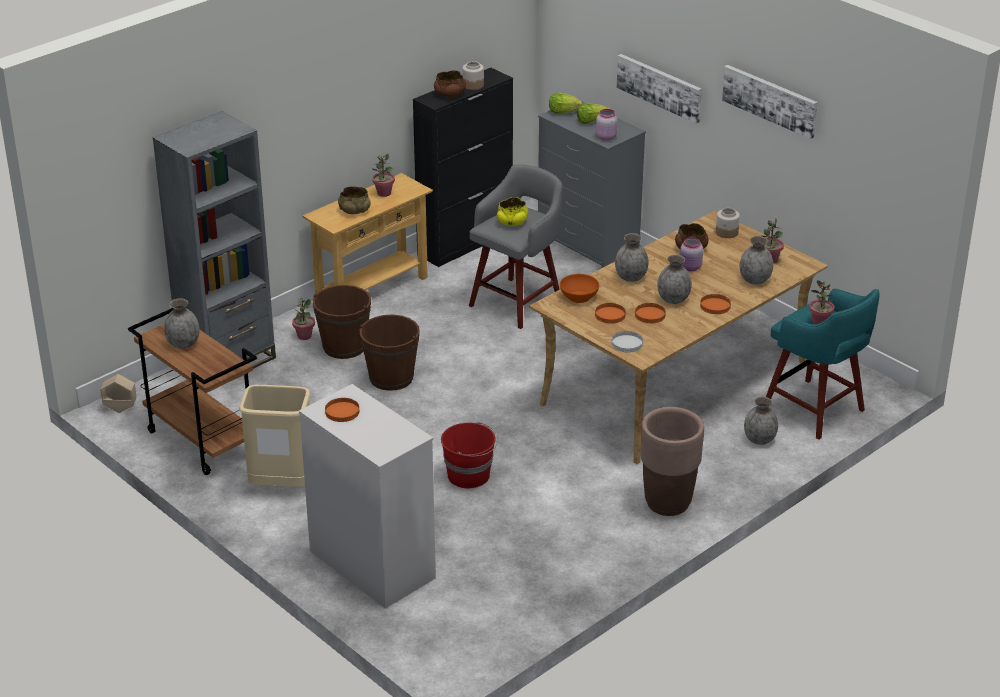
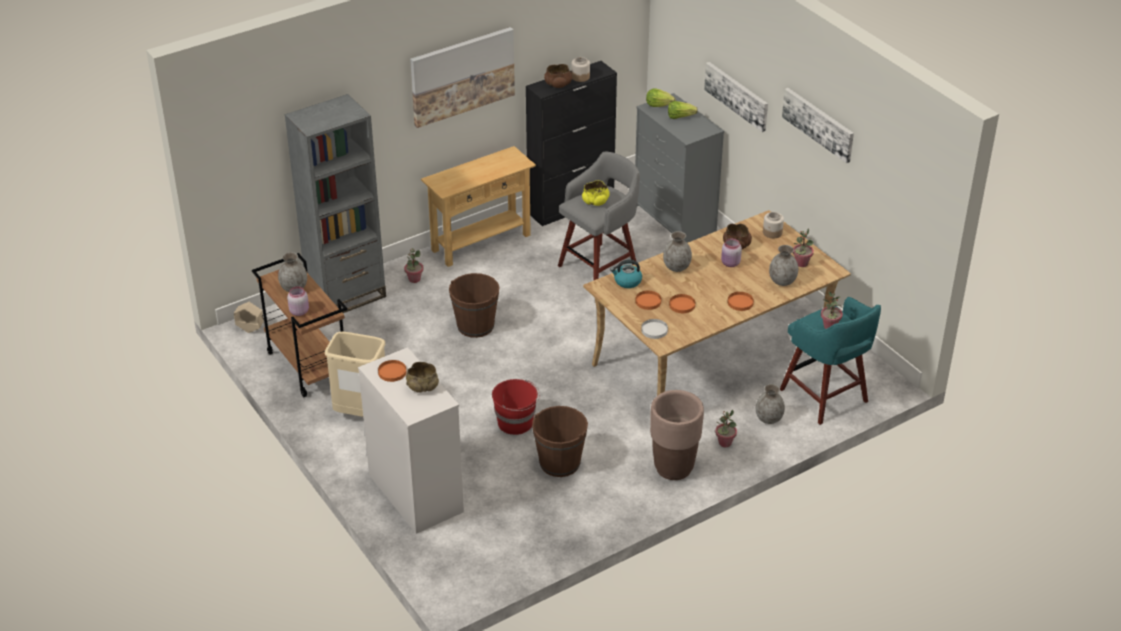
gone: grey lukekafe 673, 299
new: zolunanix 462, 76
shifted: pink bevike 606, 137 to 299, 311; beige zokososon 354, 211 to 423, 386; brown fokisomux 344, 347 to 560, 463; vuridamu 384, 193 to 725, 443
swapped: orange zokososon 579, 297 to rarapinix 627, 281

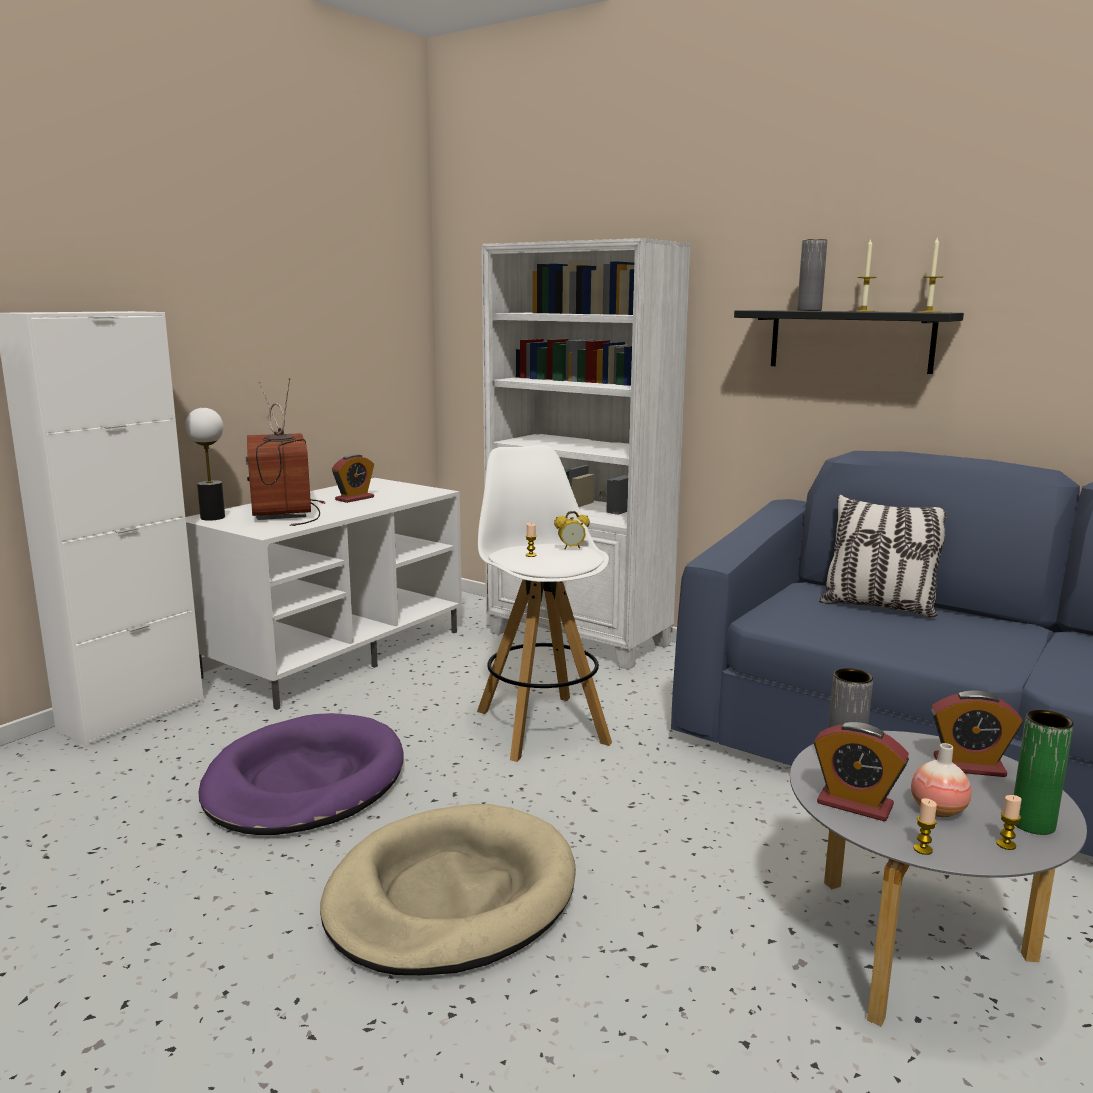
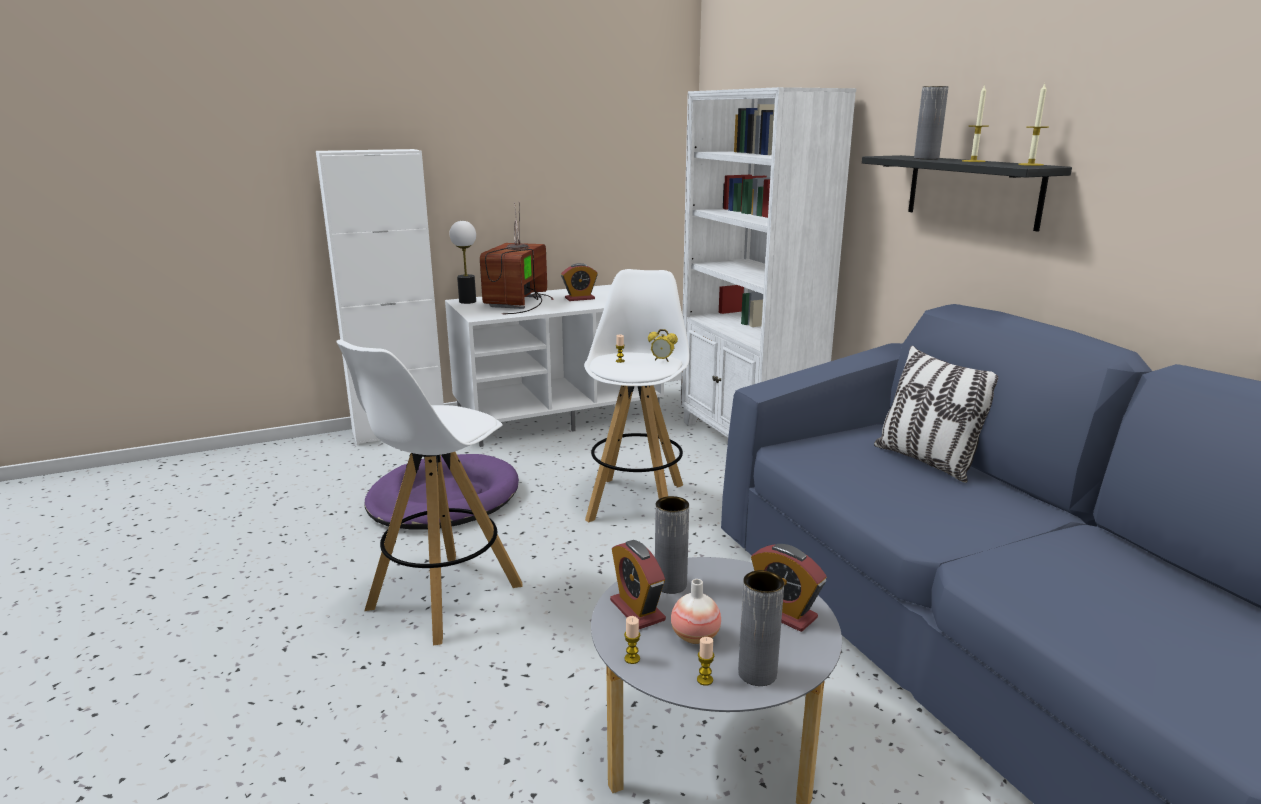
swapped: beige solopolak 450, 896 to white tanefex 443, 597
repainted: green lukekafe 1032, 824 to grey lukekafe 757, 673

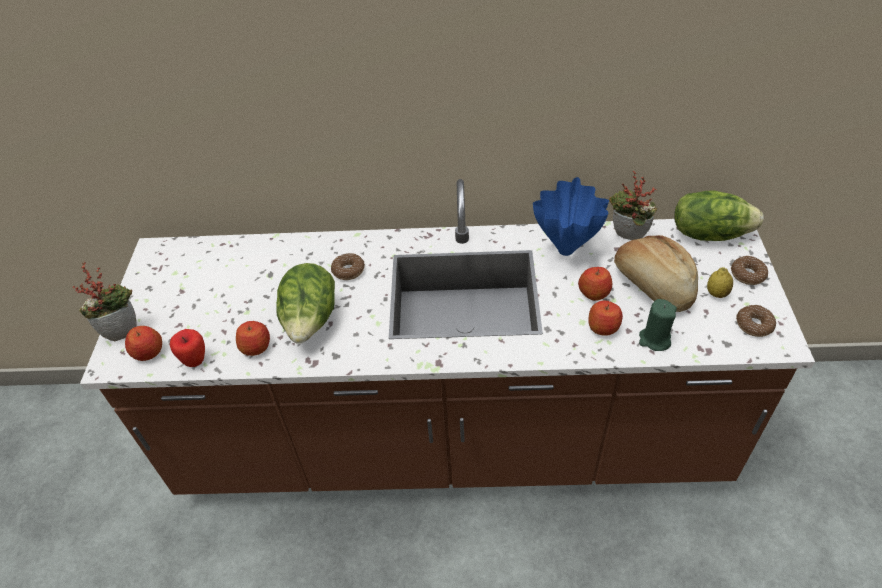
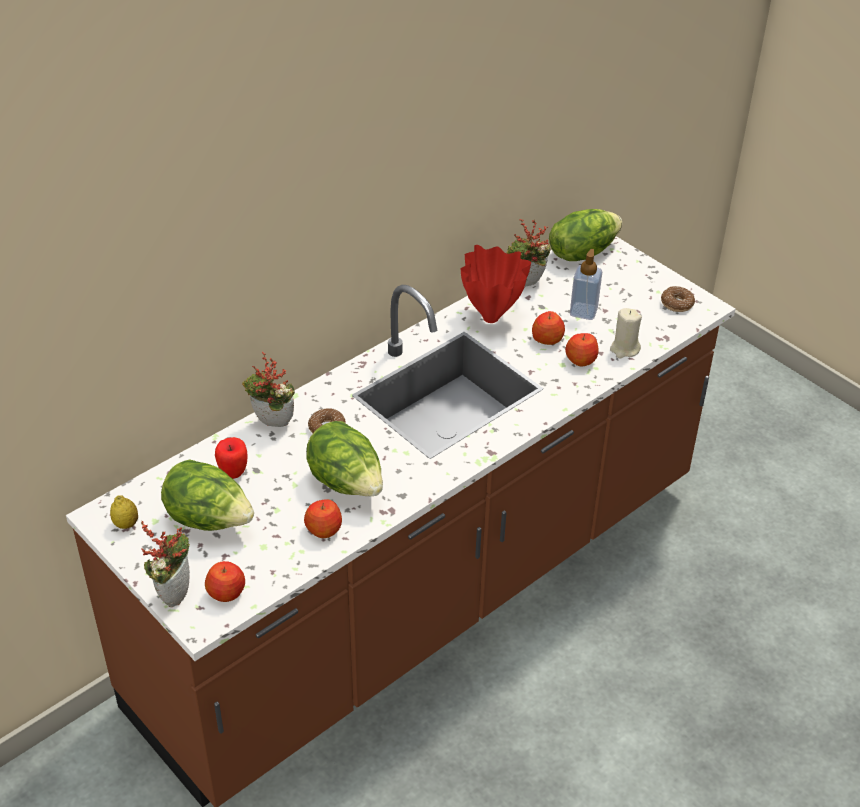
gone: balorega 747, 274
new: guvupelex 209, 520; vuridamu 271, 425
shifted: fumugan 716, 293 to 126, 524; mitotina 195, 360 to 233, 472
swapped: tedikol 653, 285 to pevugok 583, 311
repainted: blue lukekafe 565, 251 to red lukekafe 491, 319; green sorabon 654, 339 to beige sorabon 624, 349

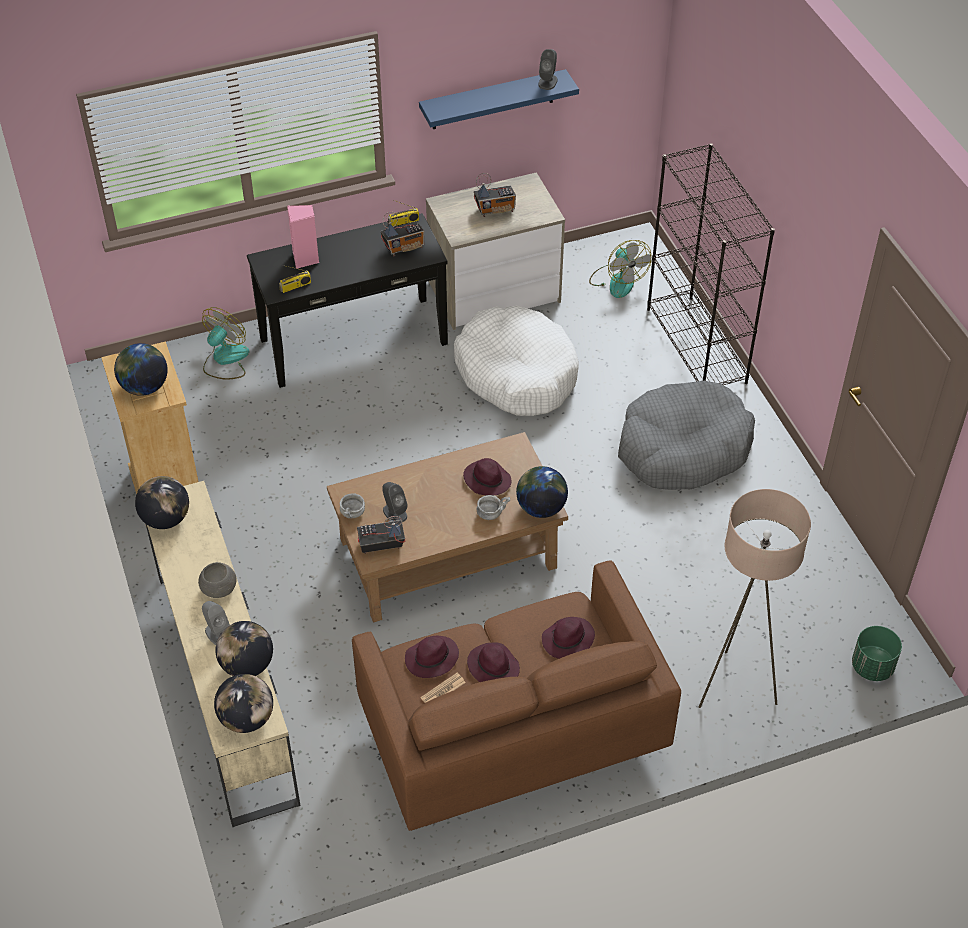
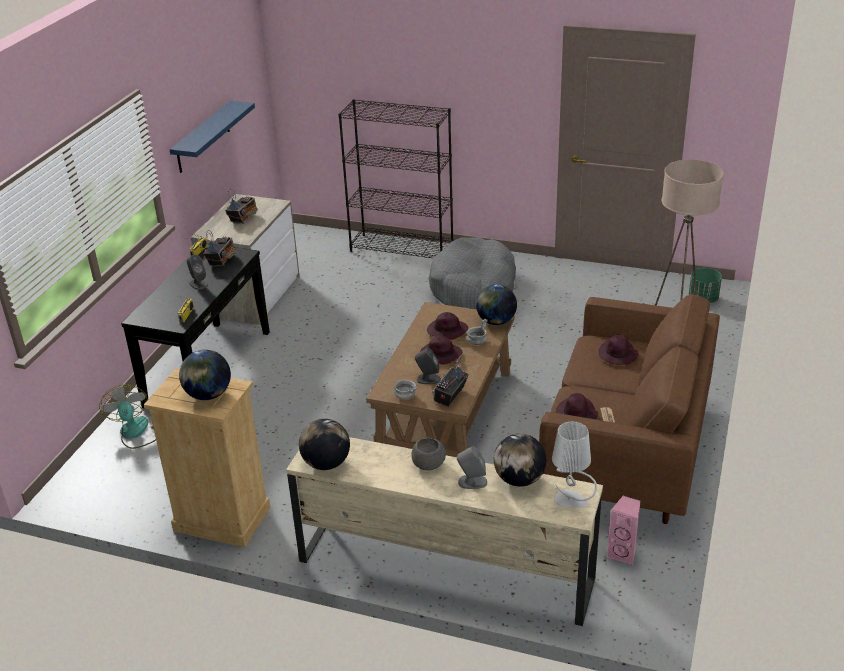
gone: white solopolak 516, 373; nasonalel 617, 280
shifted: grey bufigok 548, 82 to 198, 284; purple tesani 492, 666 to 440, 355; pink bufigok 305, 259 to 623, 553
swapped: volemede 247, 719 to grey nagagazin 571, 500

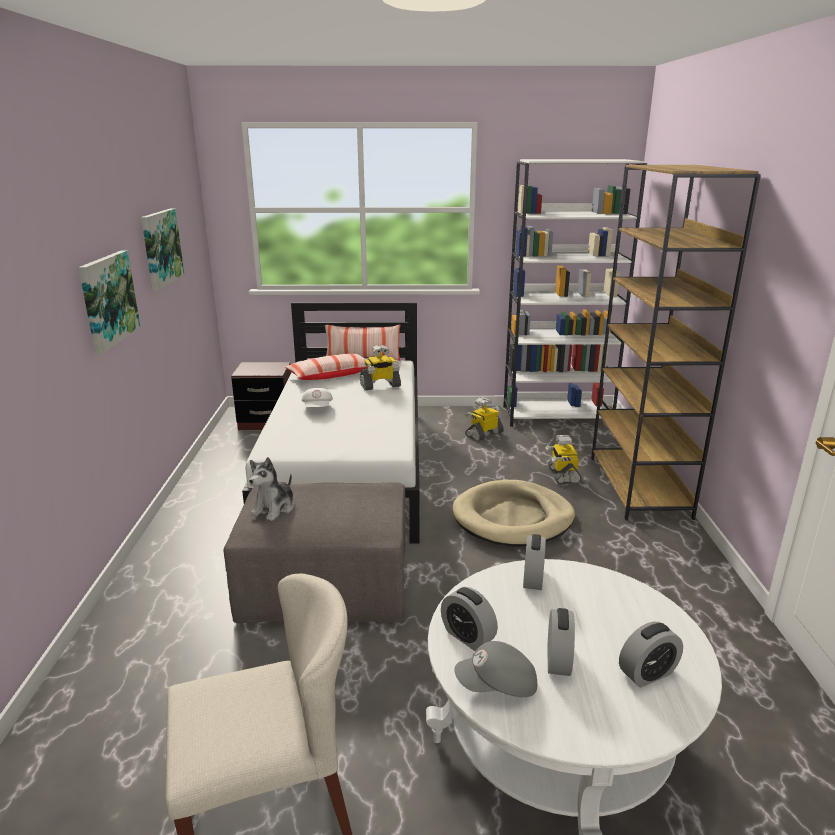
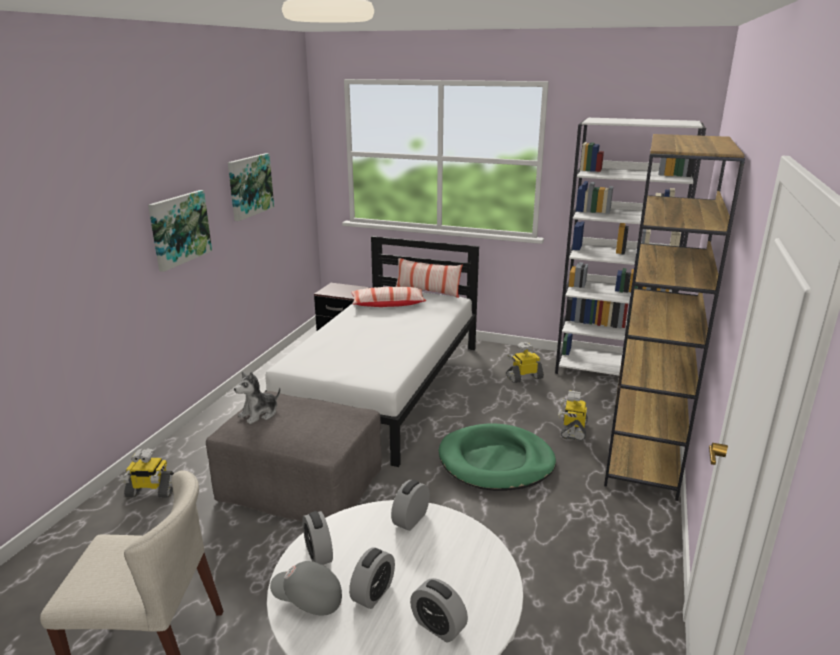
gone: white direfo 318, 408
shifted: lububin 380, 386 to 151, 491
repainted: beige solopolak 513, 518 to green solopolak 496, 461
rotated: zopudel 647, 673 = 438, 626 45 degrees clockwise

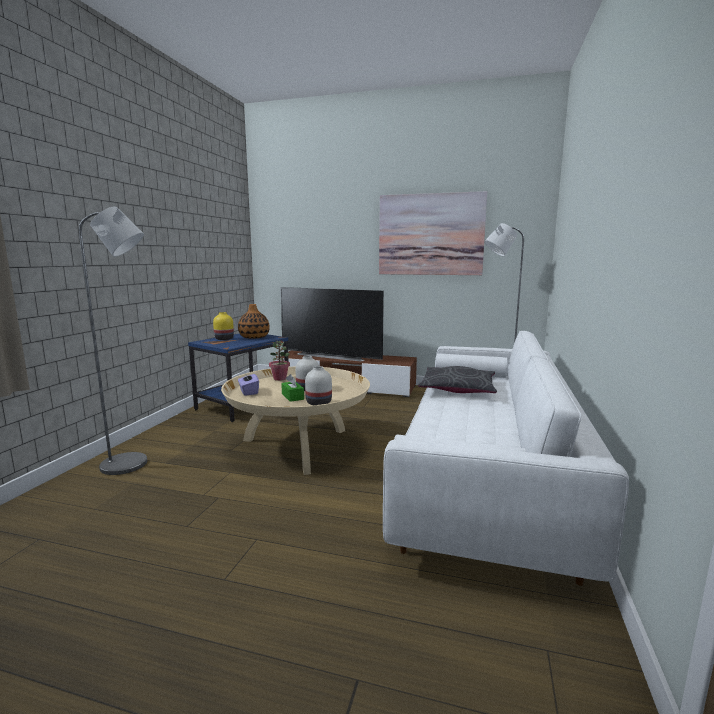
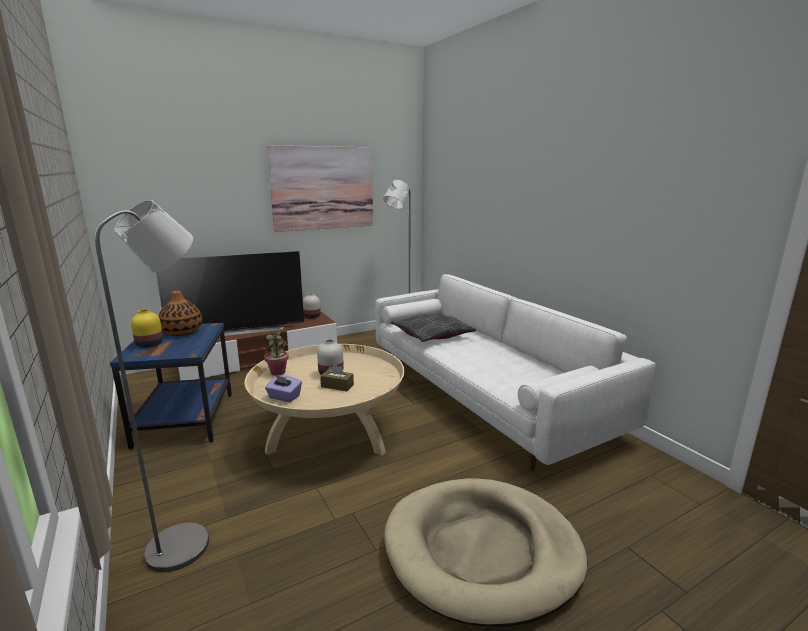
new: beige solopolak 482, 551
shifted: white lukekafe 318, 403 to 311, 316
repainted: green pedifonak 292, 396 to brown pedifonak 337, 386

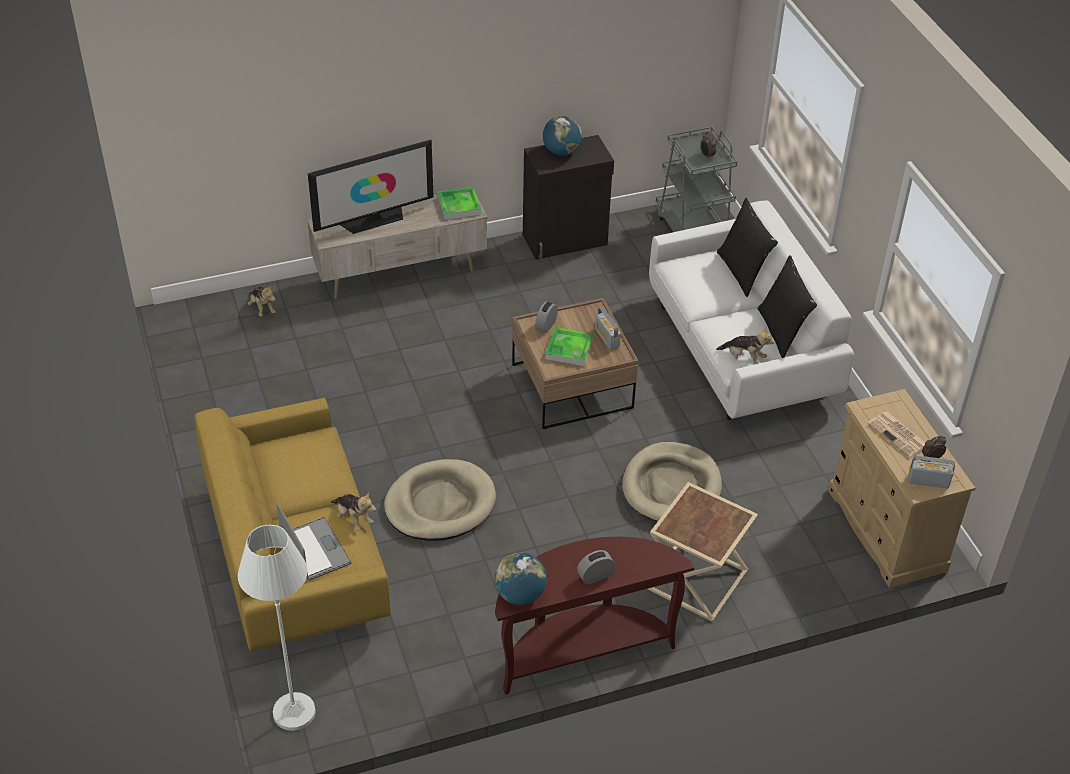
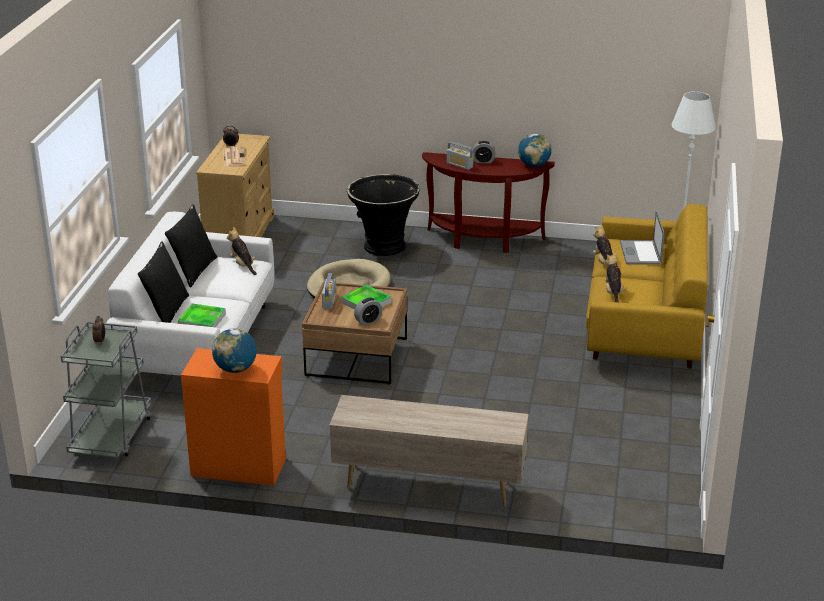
gone: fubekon 374, 220; beige solopolak 440, 504
shifted: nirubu 459, 206 to 202, 320; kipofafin 928, 481 to 459, 165; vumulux 262, 308 to 613, 293
swapped: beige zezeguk 696, 581 to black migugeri 384, 246
repainted: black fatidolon 566, 240 to orange fatidolon 238, 466

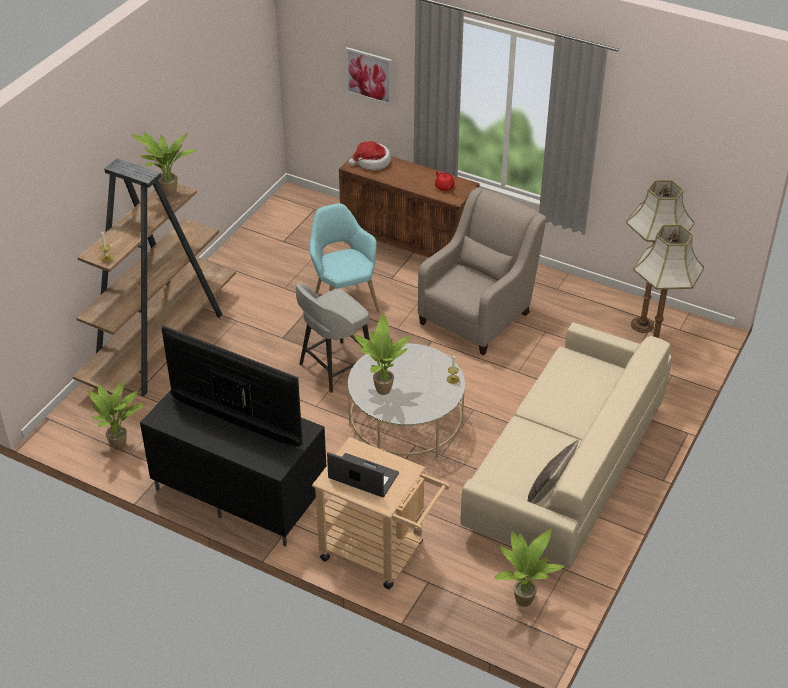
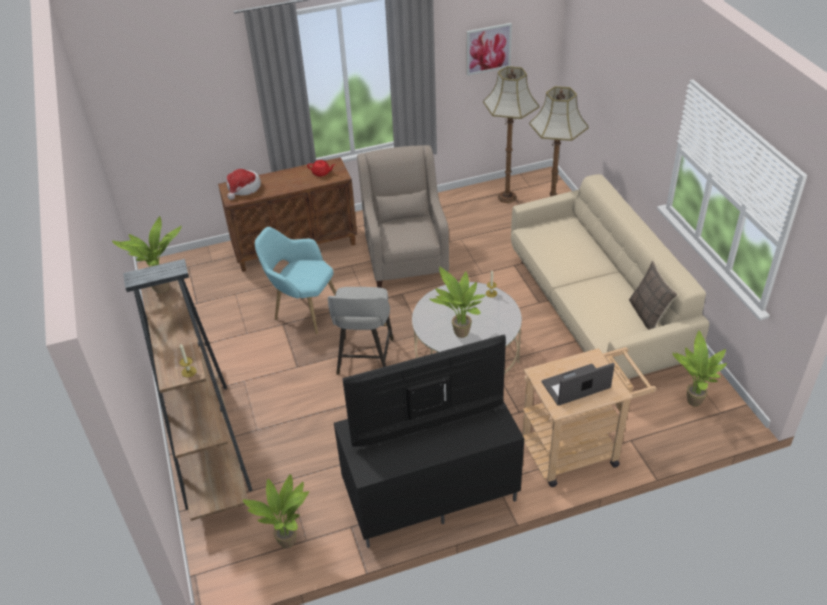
shifted: zolunanix 369, 75 to 488, 48

